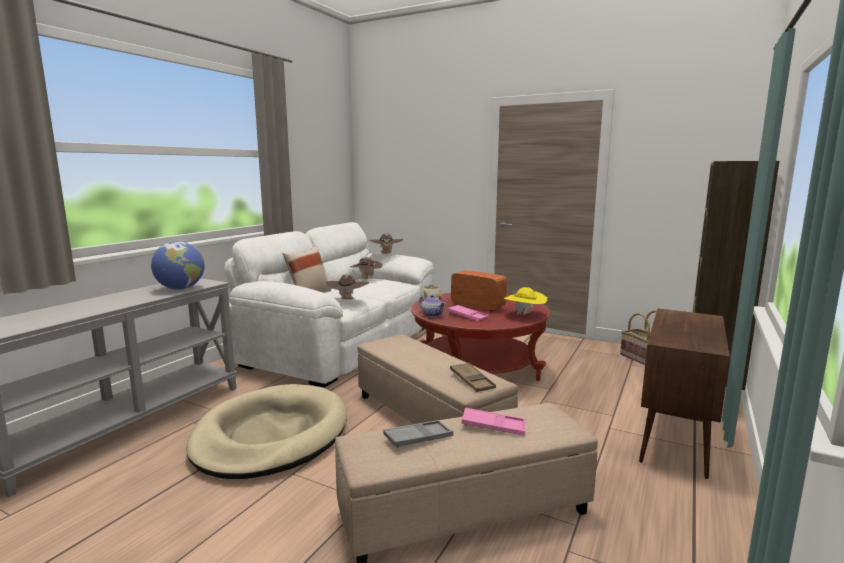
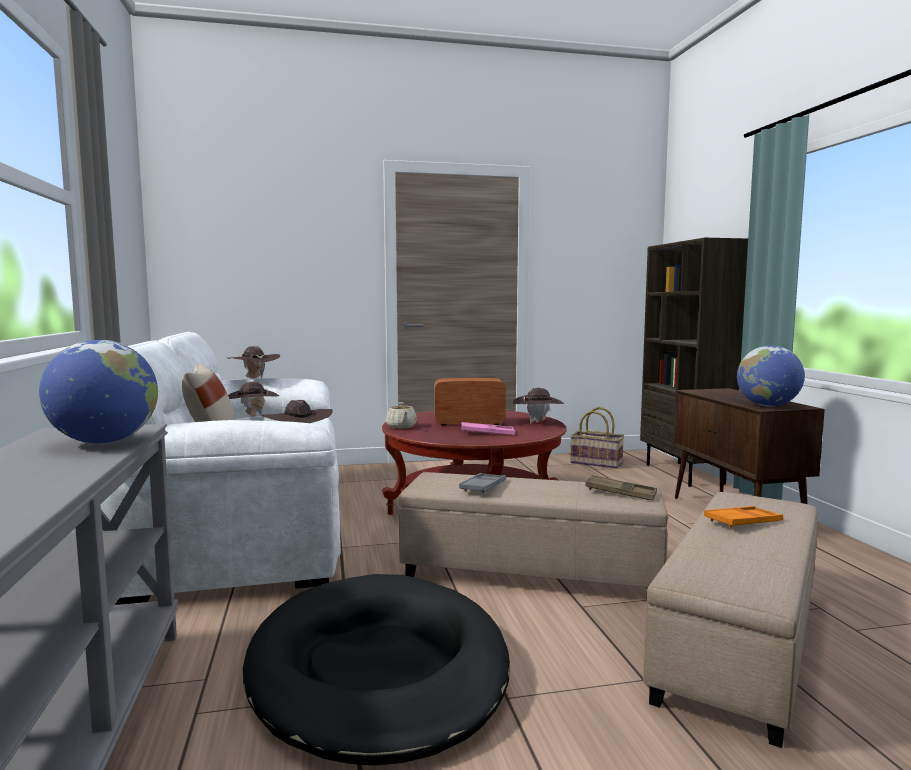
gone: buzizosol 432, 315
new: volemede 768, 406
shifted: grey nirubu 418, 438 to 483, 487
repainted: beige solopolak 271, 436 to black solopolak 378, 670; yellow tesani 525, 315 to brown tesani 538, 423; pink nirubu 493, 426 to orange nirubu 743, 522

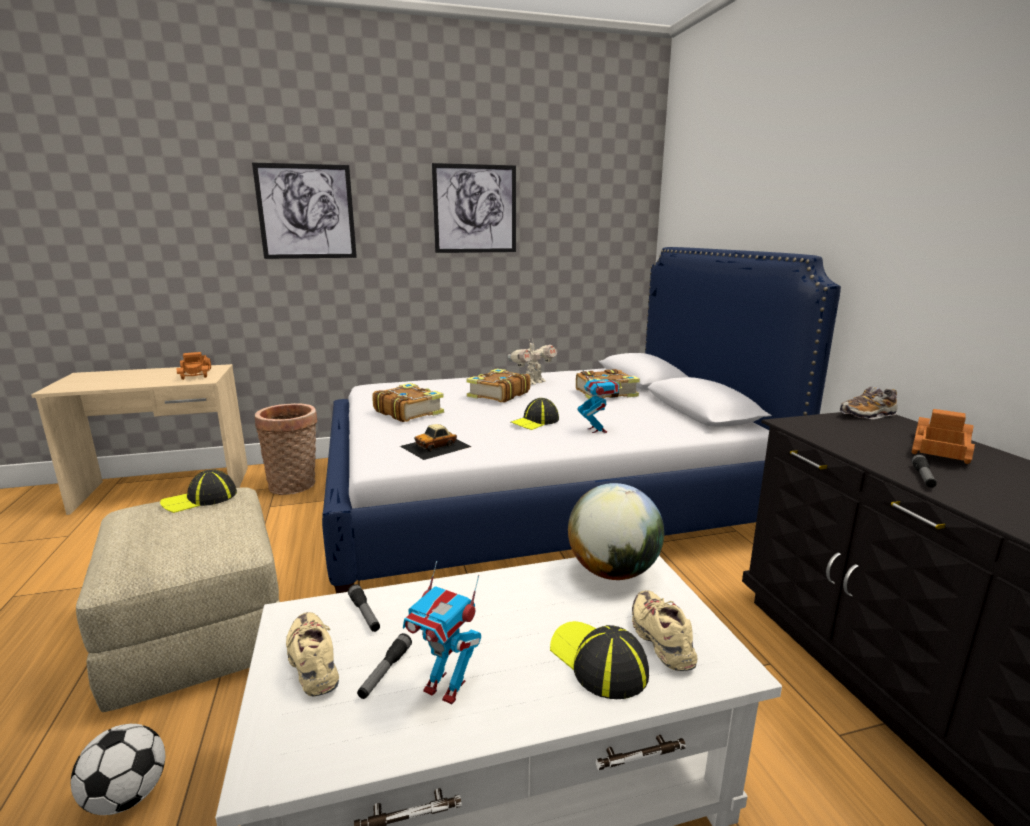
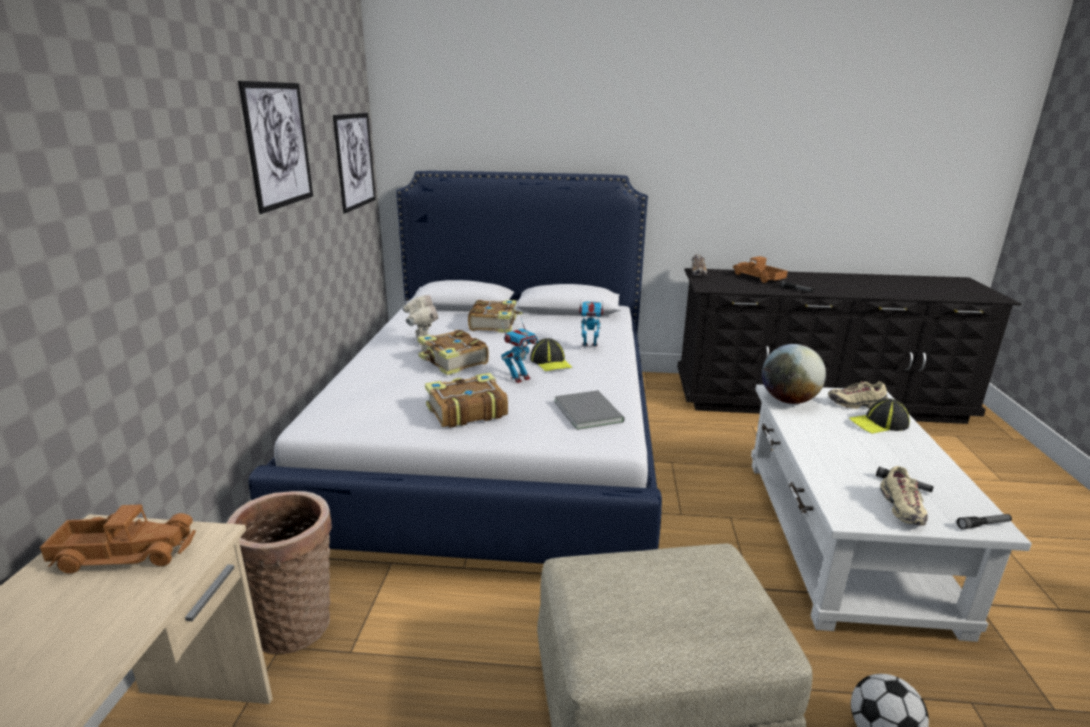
gone: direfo 200, 499
shifted: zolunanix 306, 212 to 355, 161; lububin 446, 688 to 519, 378; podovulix 365, 614 to 983, 525
swapped: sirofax 436, 446 to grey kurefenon 589, 410
rotated: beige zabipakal 313, 663 = 901, 509 75 degrees counterclockwise

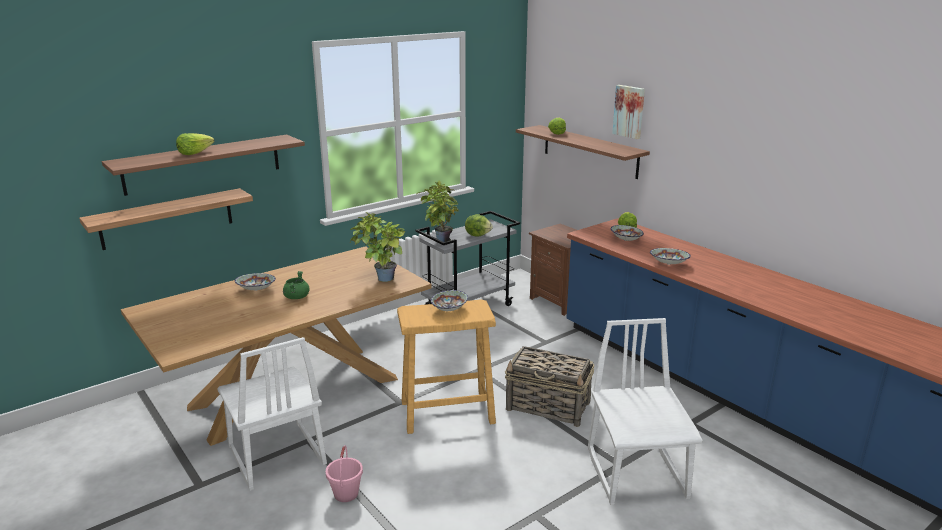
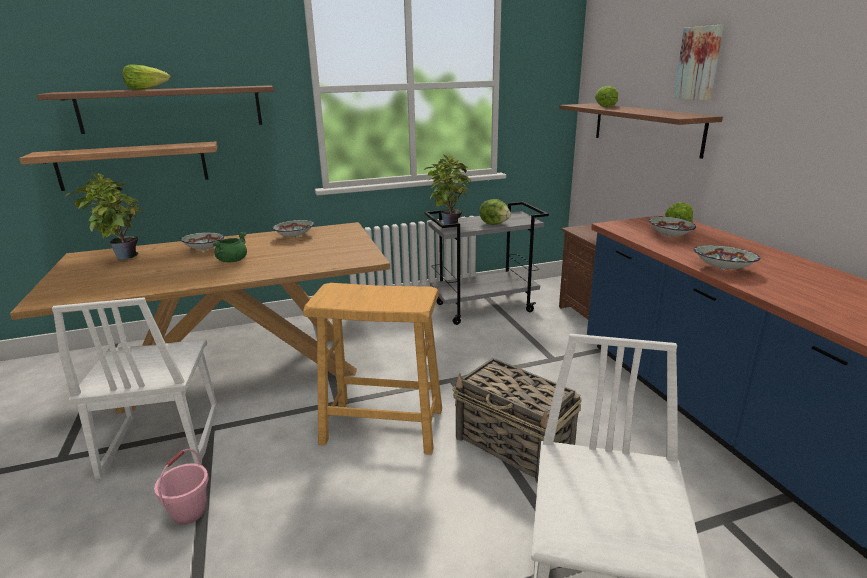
shifted: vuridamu 381, 279 to 121, 257; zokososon 449, 309 to 294, 236

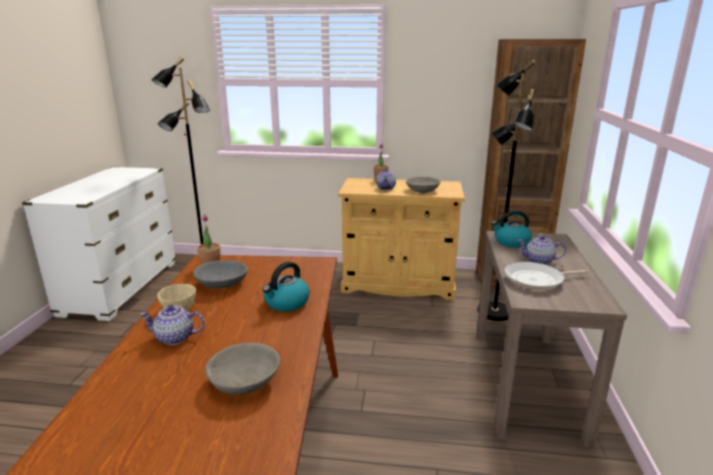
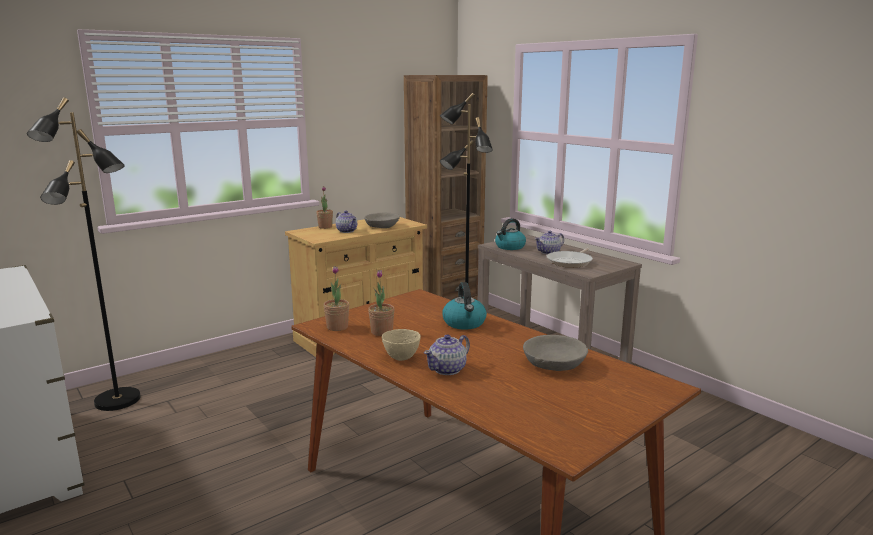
swapped: grey zokososon 222, 283 to vuridamu 382, 332

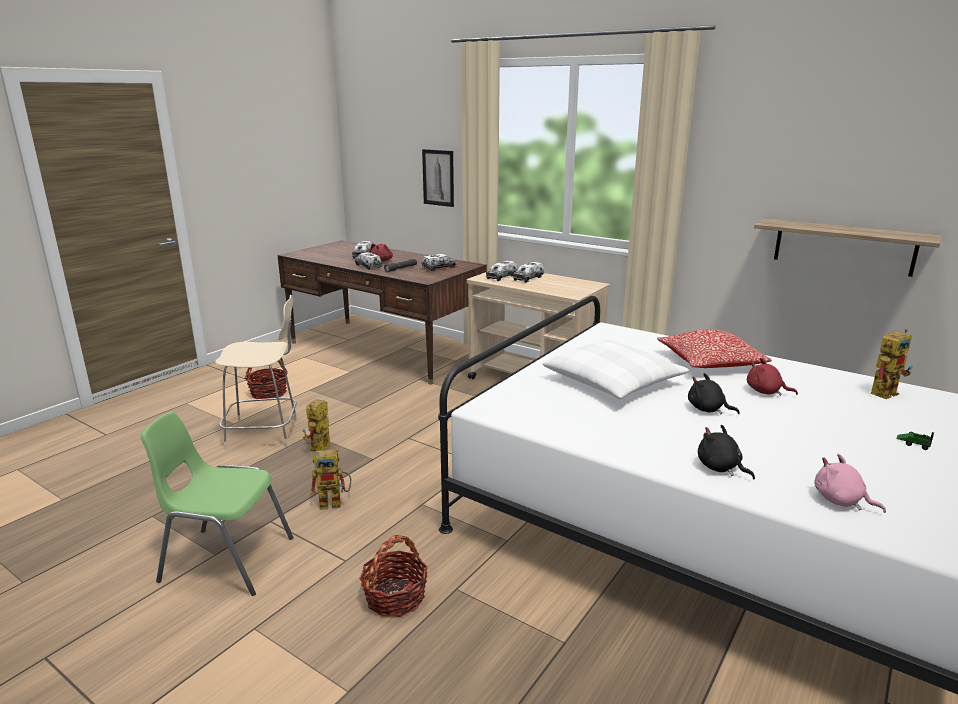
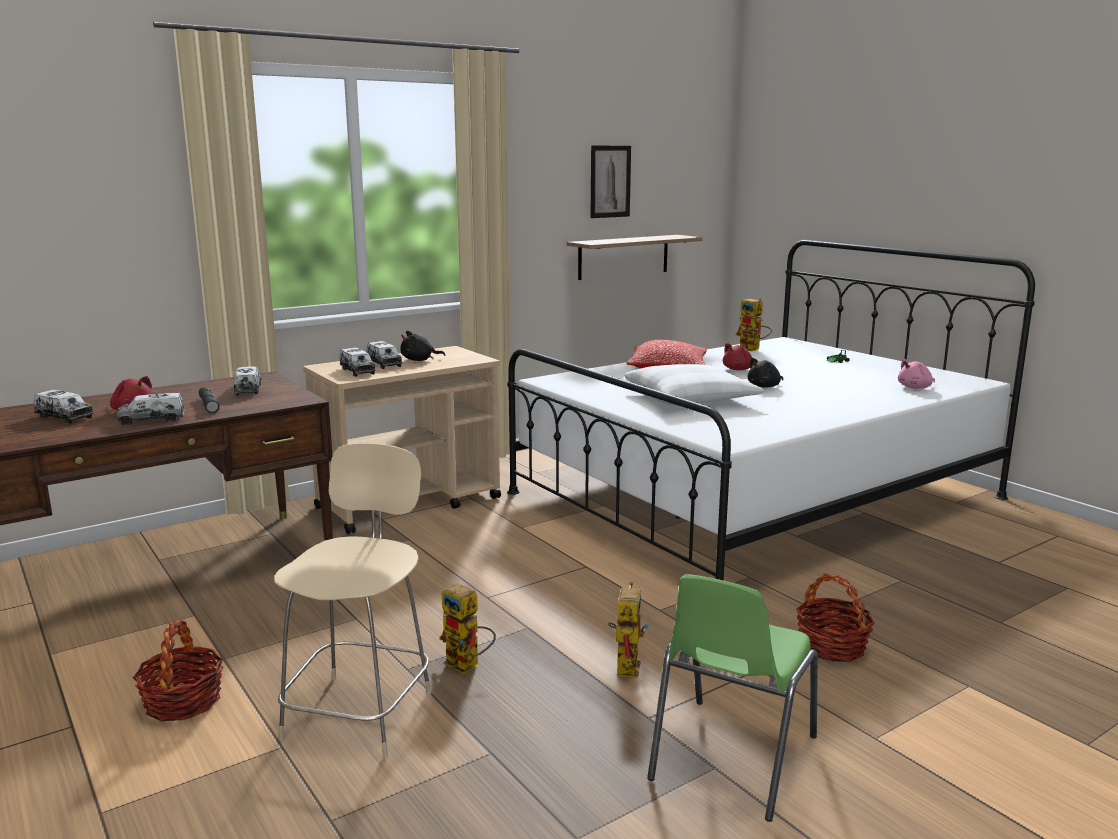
shifted: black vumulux 720, 468 to 419, 360; zolunanix 438, 178 to 610, 181
rotated: lububin 885, 391 = 753, 349 150 degrees clockwise

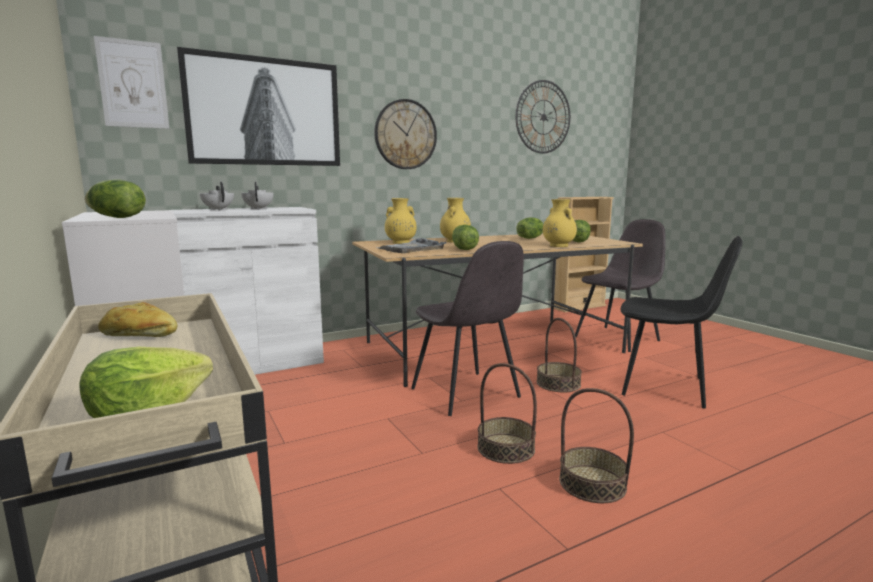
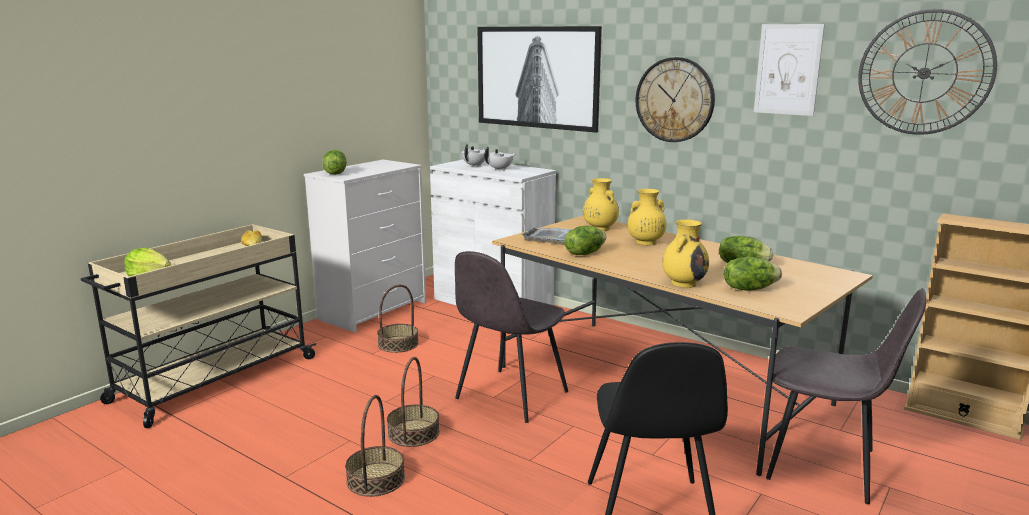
shifted: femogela 558, 383 to 398, 344; zolunanix 133, 84 to 788, 69

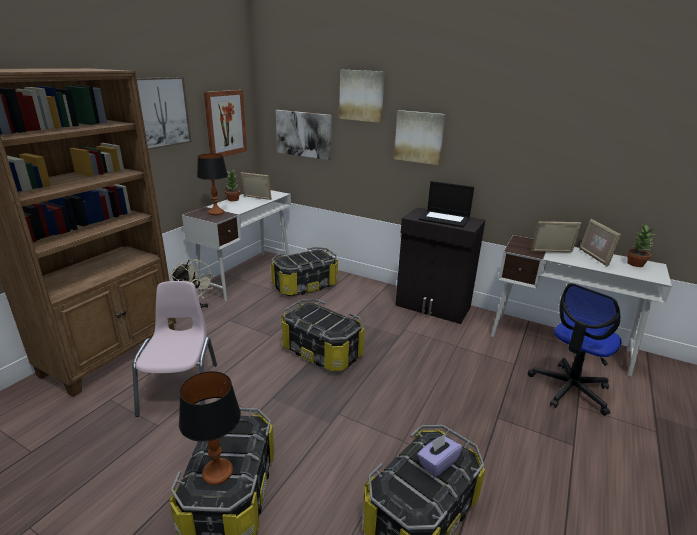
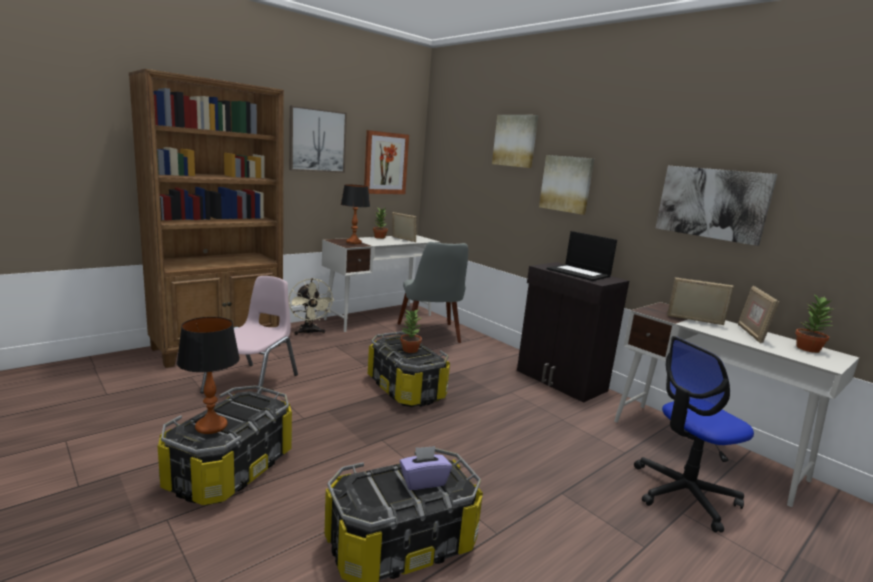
new: vuridamu 409, 350
shifted: zolunanix 304, 134 to 712, 203
swapped: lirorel 305, 286 to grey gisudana 431, 336

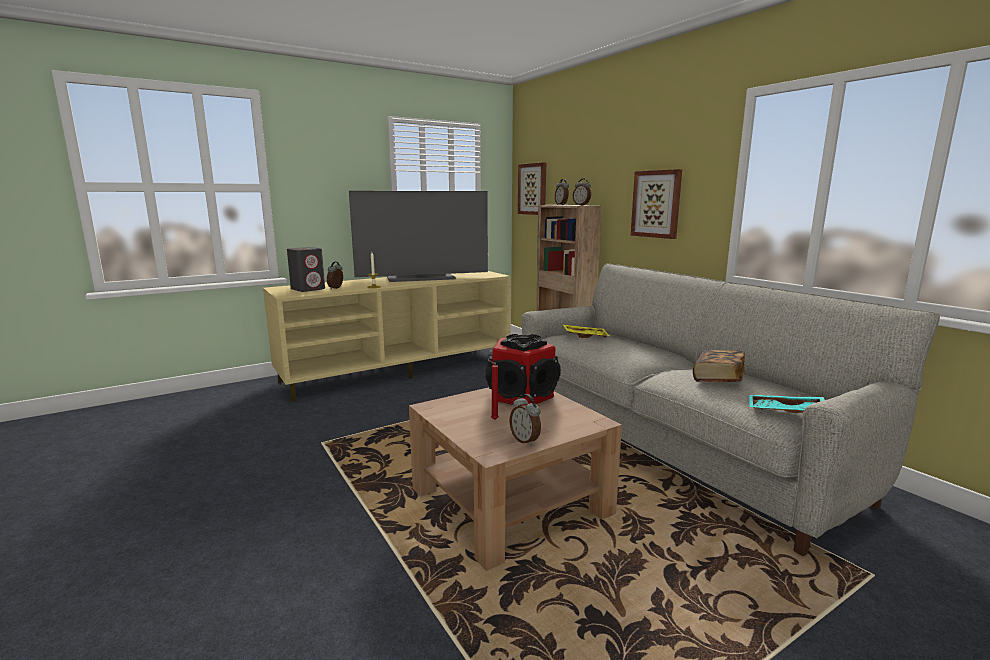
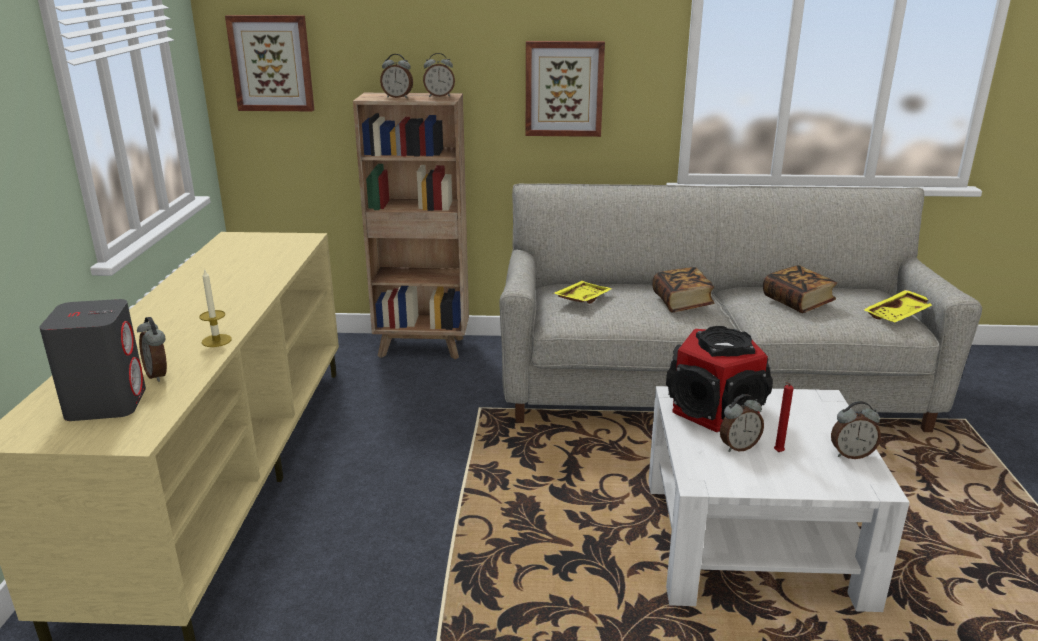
gone: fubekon 421, 278
new: kurefenon 682, 303; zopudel 738, 447
repainted: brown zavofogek 510, 501 to white zavofogek 752, 541; turquoise nirubu 785, 412 to yellow nirubu 900, 315

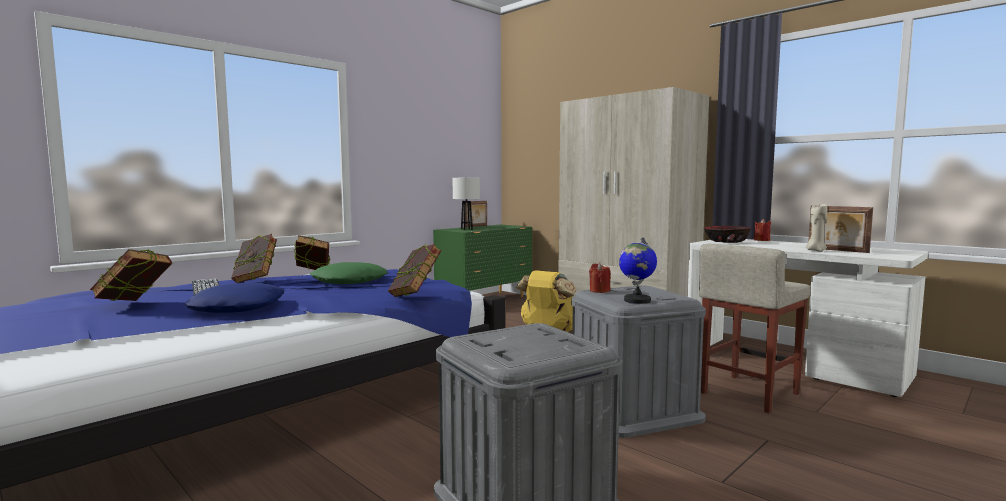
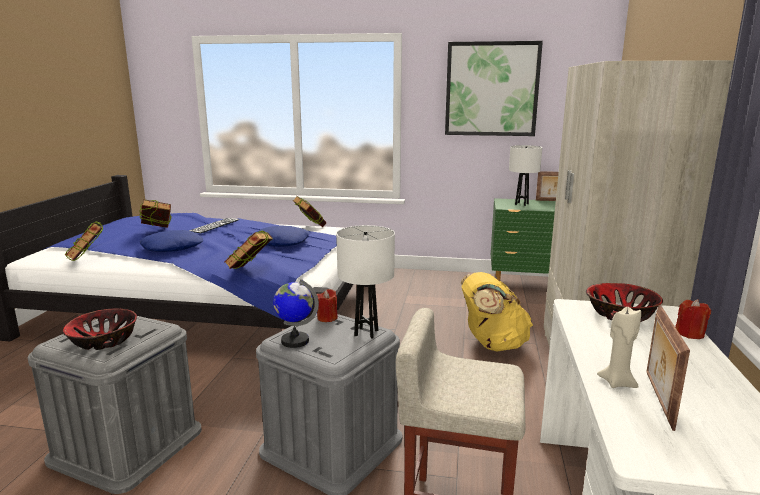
new: zokososon 103, 341; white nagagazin 366, 333; zolunanix 491, 89
shifted: kurefenon 256, 281 to 88, 260
repainted: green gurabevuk 349, 281 to blue gurabevuk 281, 242

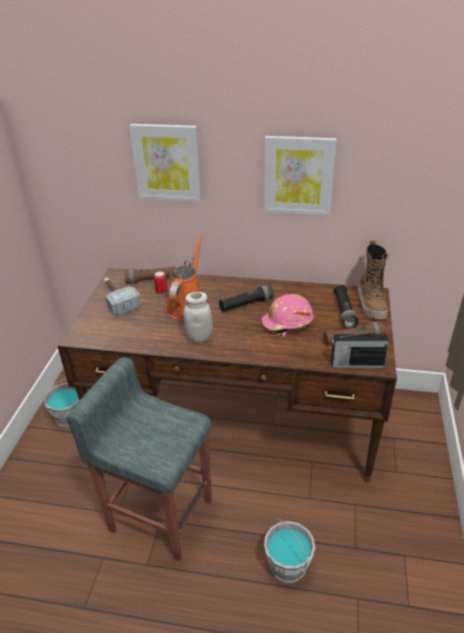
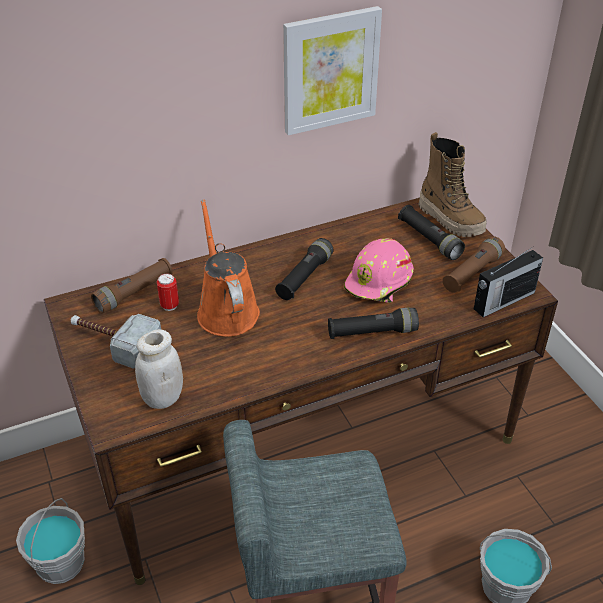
gone: zolunanix 167, 162
new: black podovulix 372, 332
shifted: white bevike 199, 337 to 162, 398

